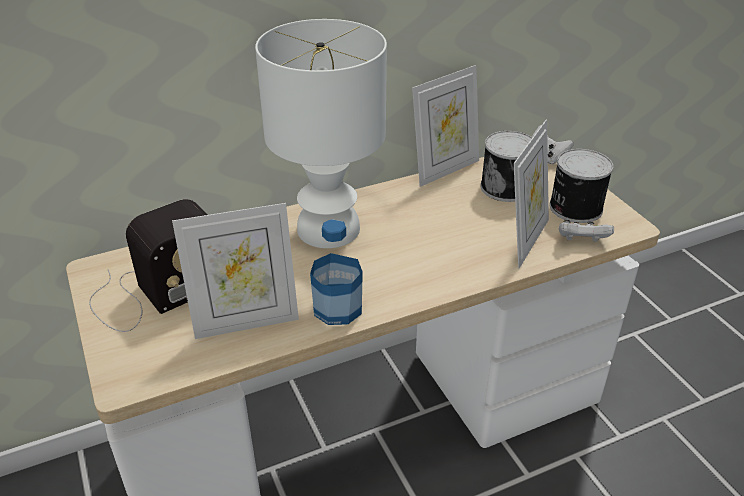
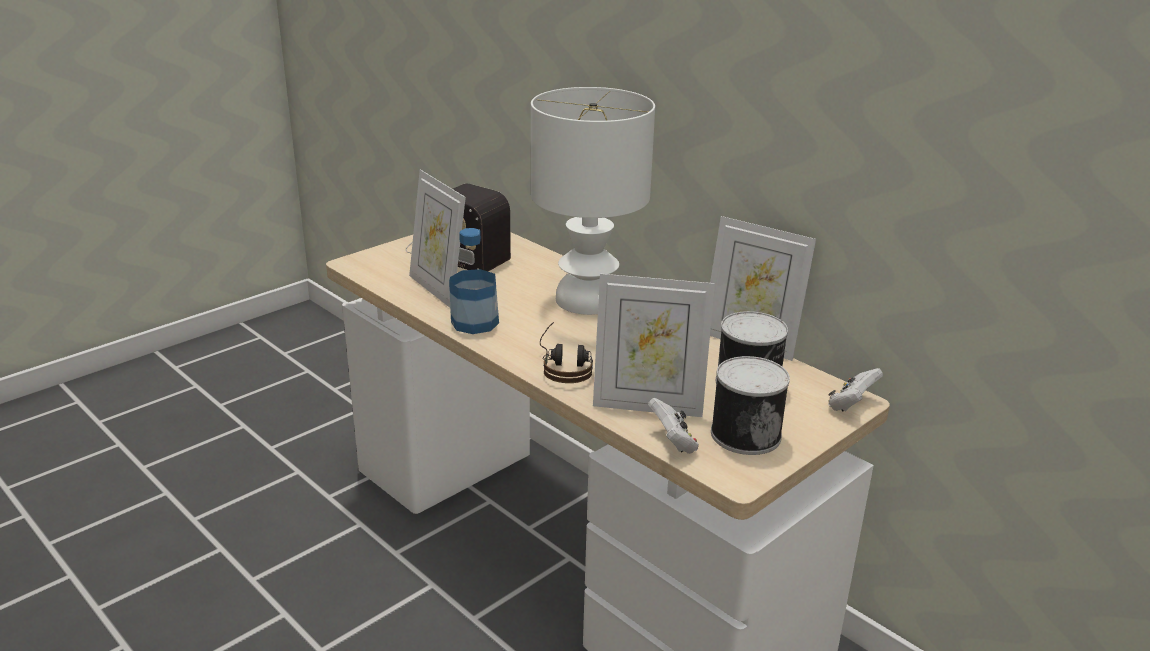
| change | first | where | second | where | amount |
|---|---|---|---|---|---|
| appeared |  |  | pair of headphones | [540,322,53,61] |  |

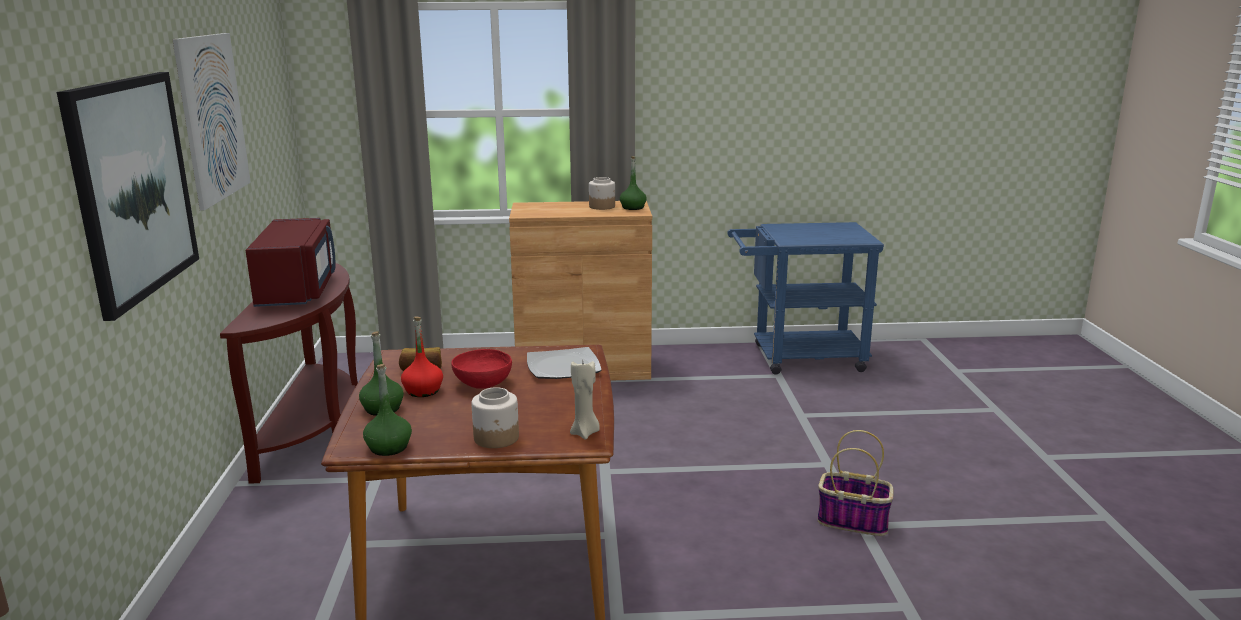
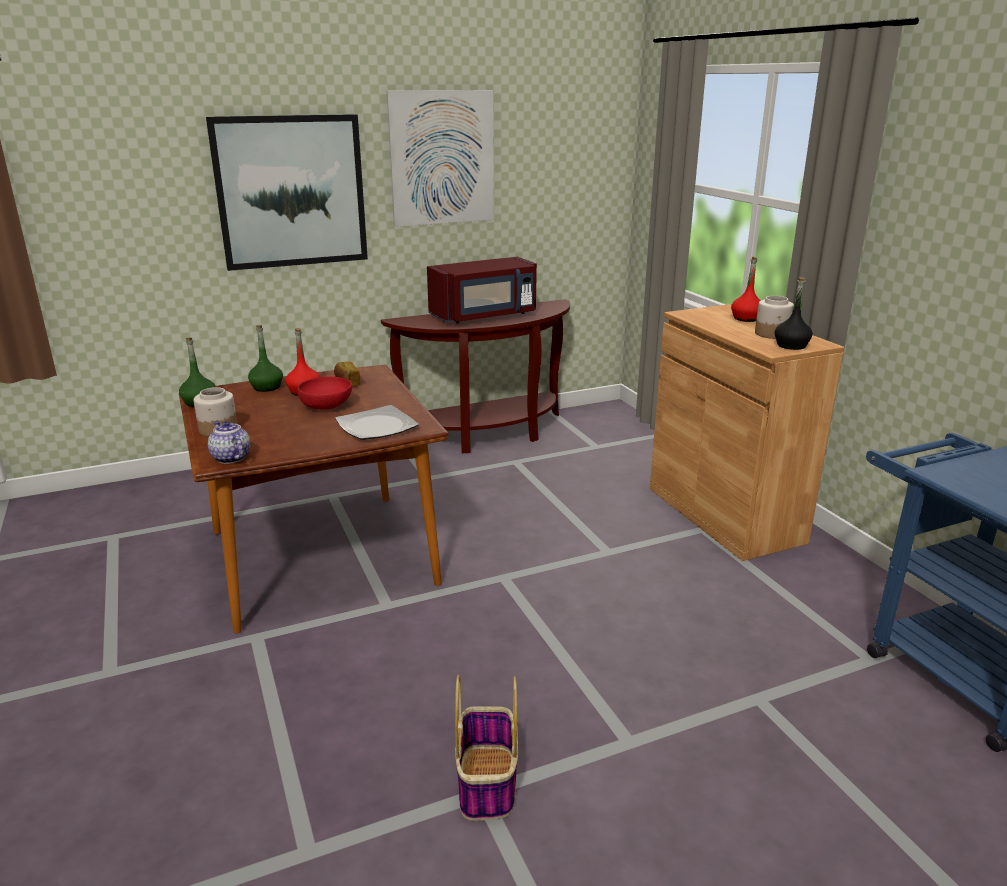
| change | first | where | second | where | amount |
|---|---|---|---|---|---|
| exchanged | beige wax candle | [570,361,30,79] | tea pot | [208,421,43,43] |  |
| colour | greenish bottle | [620,156,27,54] | blackish bottle | [775,277,38,73] |  |
| appeared |  |  | red bottle | [731,257,30,65] |  |

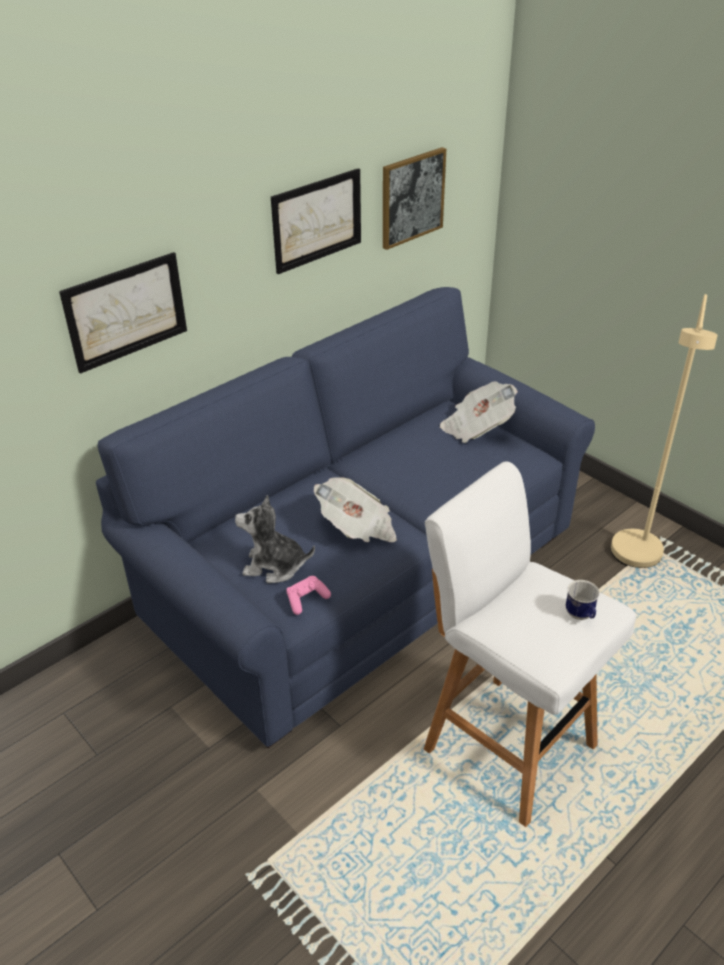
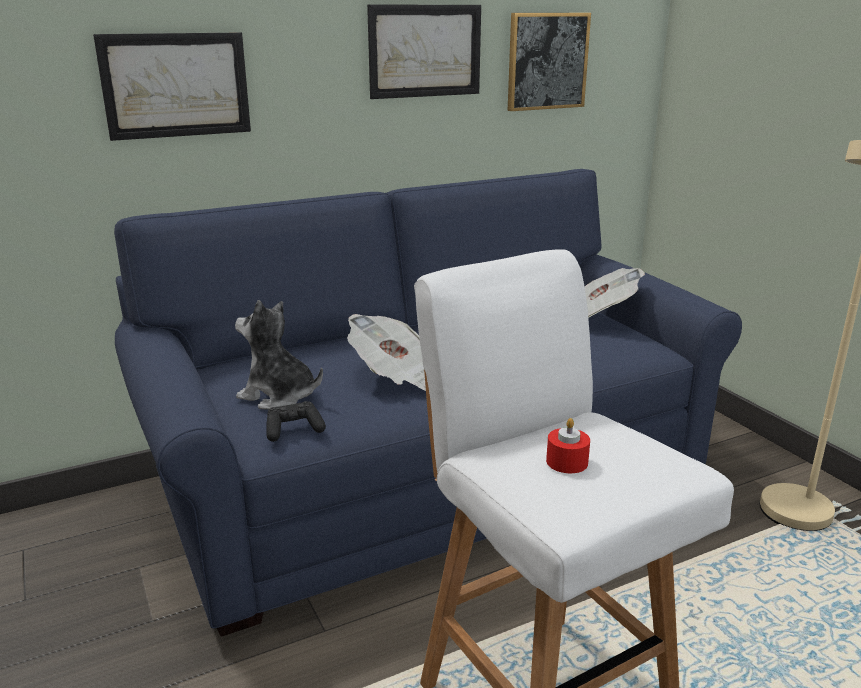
| change | first | where | second | where | amount |
|---|---|---|---|---|---|
| colour | pinkish gamepad | [286,576,45,39] | blackish gamepad | [266,401,60,41] |  |
| missing | coffee mug | [566,580,34,40] |  |  |  |
| appeared |  |  | red wax candle | [546,418,44,55] |  |

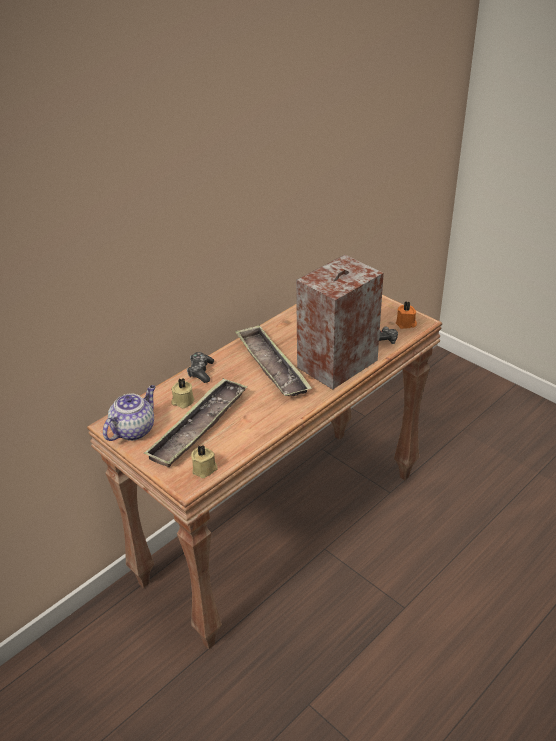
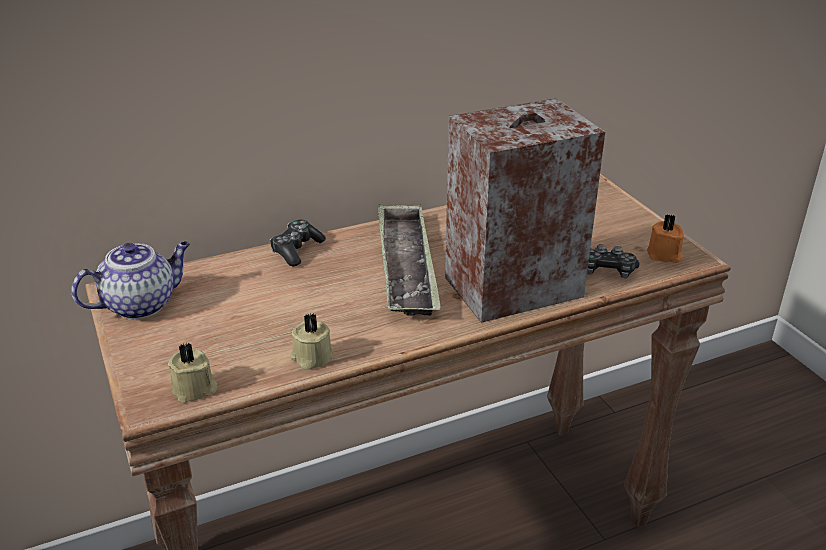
| change | first | where | second | where | amount |
|---|---|---|---|---|---|
| missing | carrying tray | [144,378,104,90] |  |  |  |
| relocated | beige wax candle | [171,378,23,30] |  | [290,313,43,56] |  |

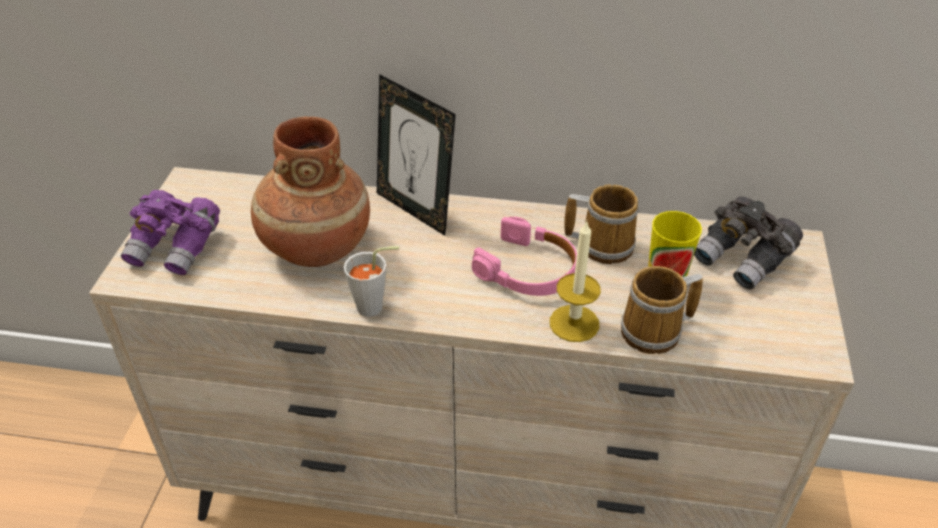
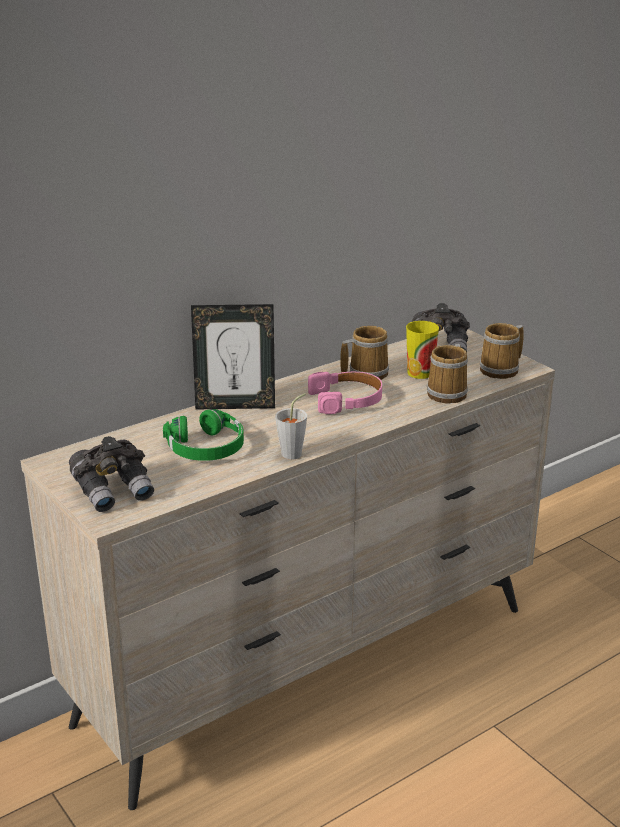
| change | first | where | second | where | amount |
|---|---|---|---|---|---|
| colour | purple pair of binoculars | [121,190,99,85] | greyish pair of binoculars | [69,436,85,76] |  |
| exchanged | brownish vase | [251,117,119,150] | greenish pair of headphones | [163,409,81,52] |  |
| missing | wax candle | [550,220,51,122] |  |  |  |
| appeared |  |  | coffee mug | [480,323,44,56] |  |

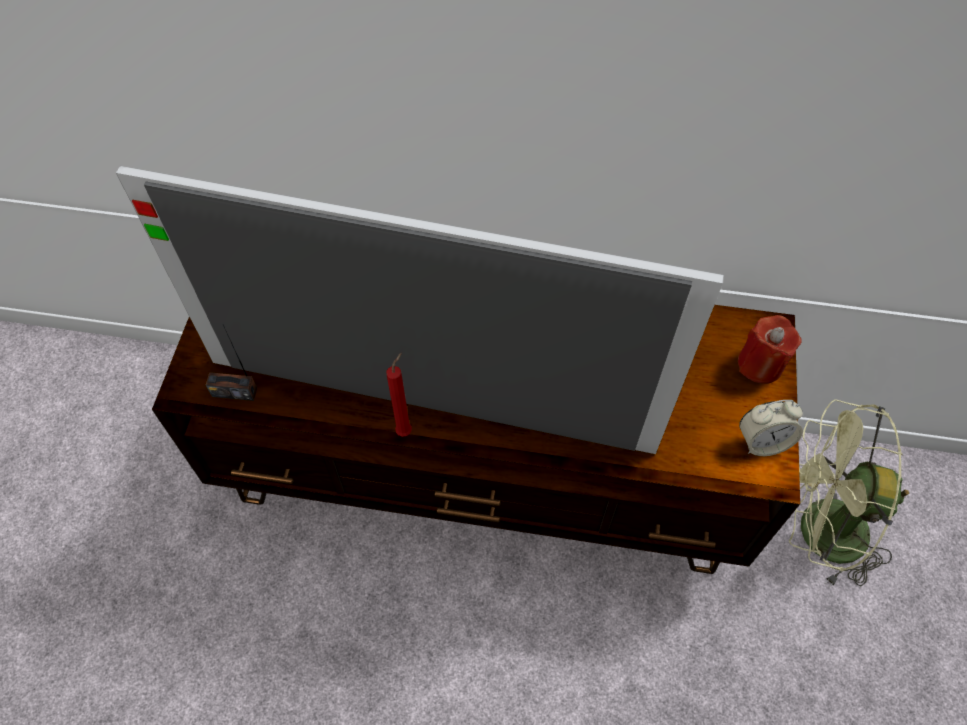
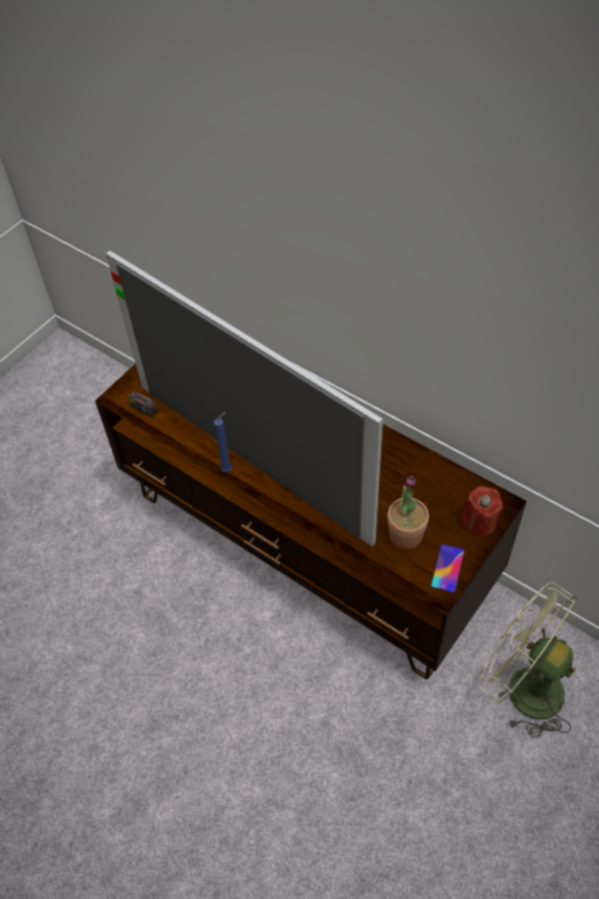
| change | first | where | second | where | amount |
|---|---|---|---|---|---|
| colour | red wax candle | [386,353,26,84] | blue-coloured wax candle | [214,412,18,60] |  |
| exchanged | bedside clock | [739,400,64,56] | telephone | [431,544,34,49] |  |
| appeared |  |  | potted plant | [387,476,42,73] |  |

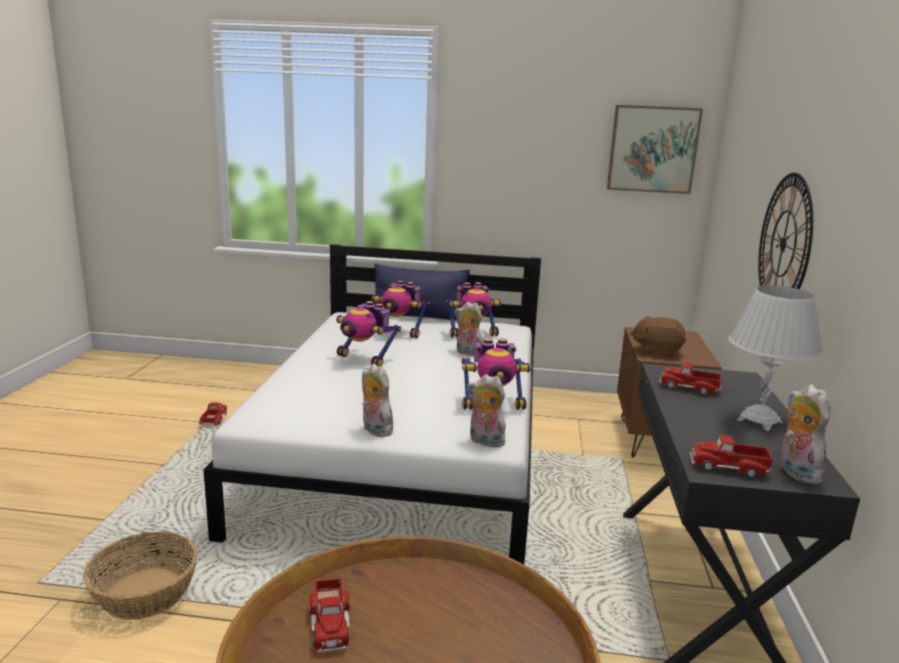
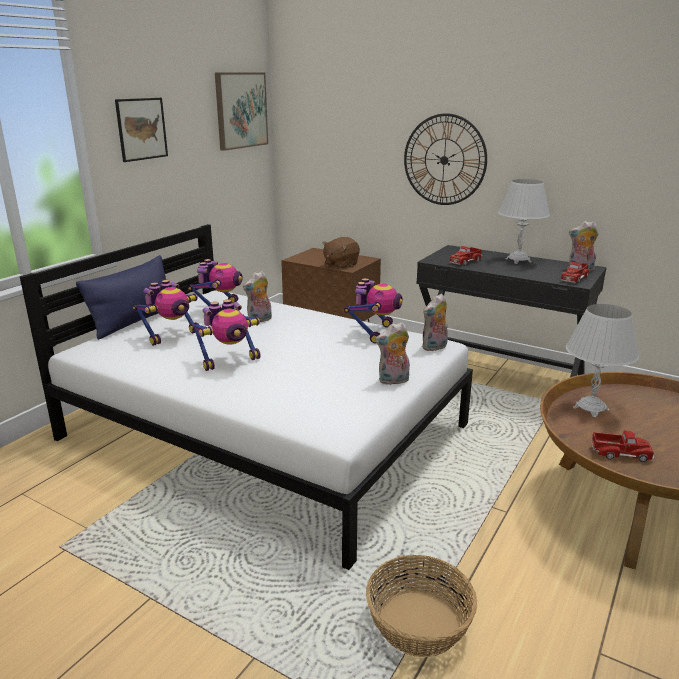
| change | first | where | second | where | amount |
|---|---|---|---|---|---|
| missing | model truck | [199,402,28,23] |  |  |  |
| appeared |  |  | wall picture | [115,98,53,64] |  |
| appeared |  |  | white-coloured table lamp | [566,304,73,113] |  |

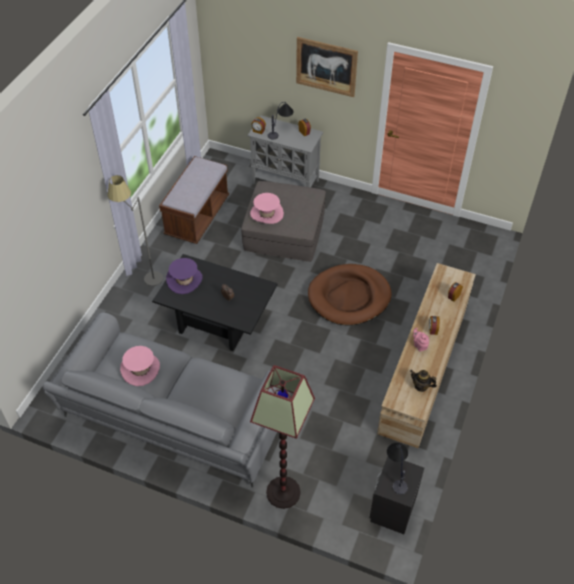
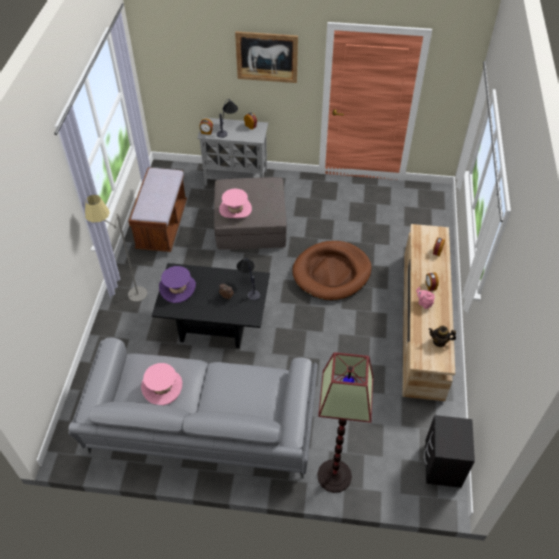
| change | first | where | second | where | amount |
|---|---|---|---|---|---|
| relocated | table lamp | [387,443,21,51] |  | [237,257,23,44] |  |

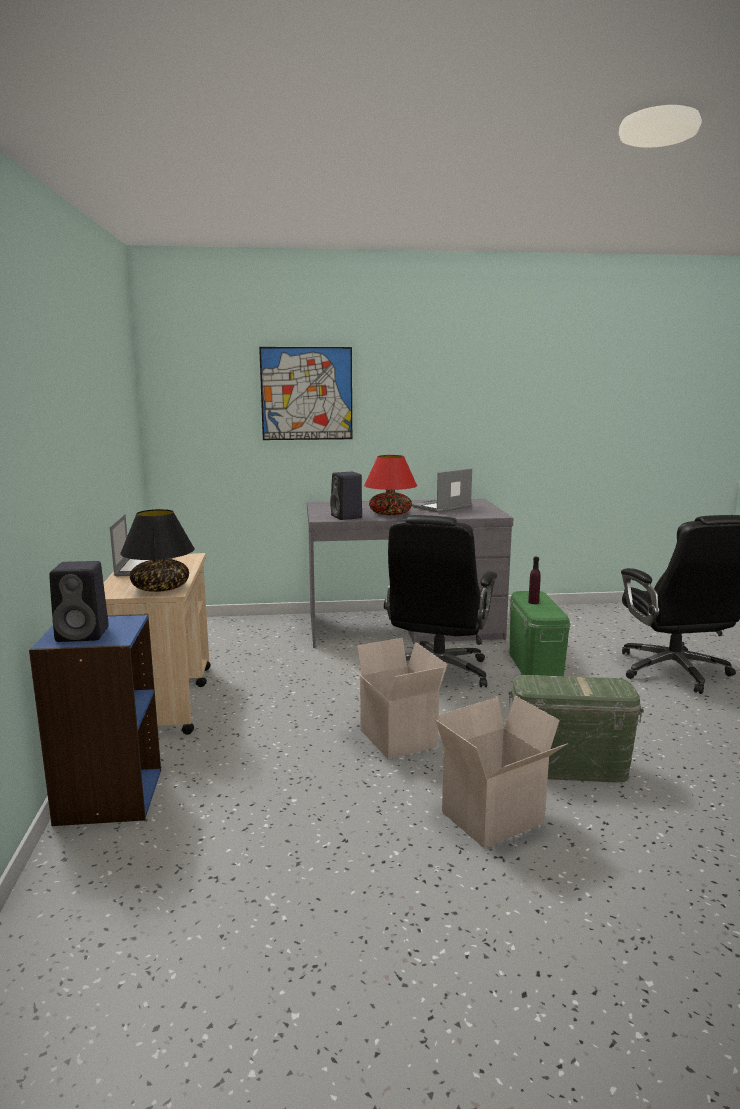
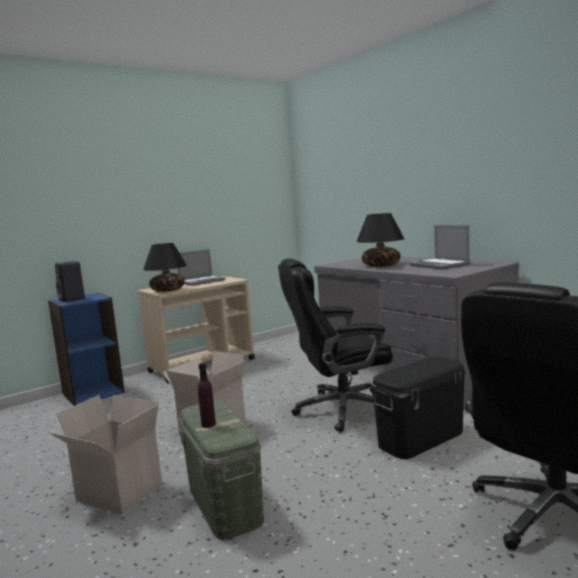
| change | first | where | second | where | amount |
|---|---|---|---|---|---|
| missing | wall picture | [259,347,93,93] |  |  |  |
| missing | blackish audio speaker | [330,472,32,48] |  |  |  |
| colour | red table lamp | [364,455,53,60] | blackish table lamp | [356,213,49,54] |  |
| spun | notebook computer | [412,468,60,45] |  | [409,225,61,44] | 135 degrees counterclockwise |
| colour | greenish storage box | [509,591,61,85] | blackish storage box | [372,356,93,103] |  |
| relocated | purple bottle | [528,557,13,47] |  | [198,363,18,65] |  |

